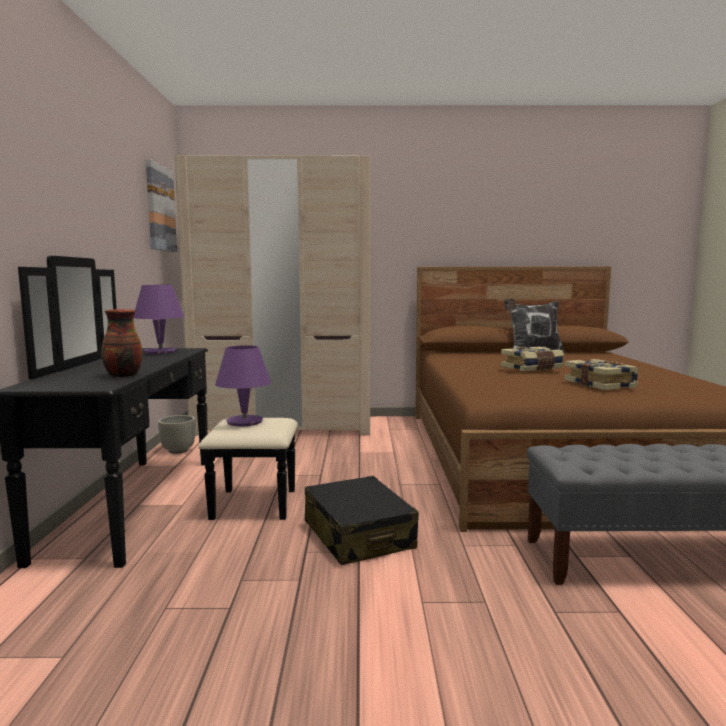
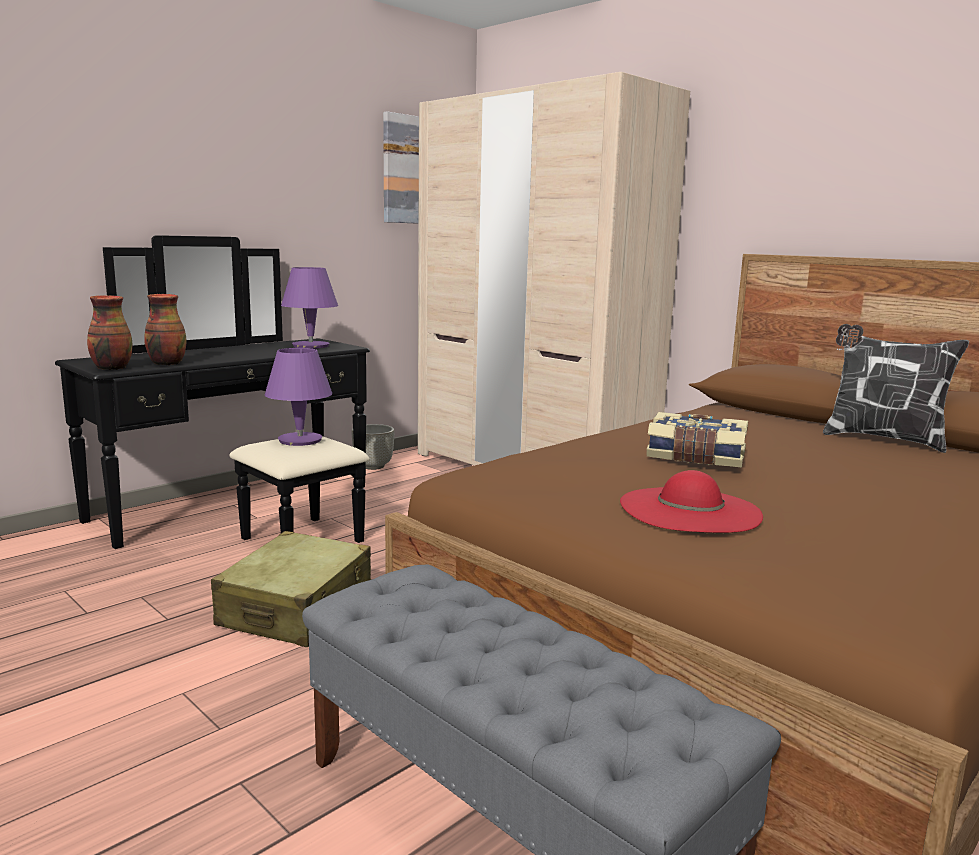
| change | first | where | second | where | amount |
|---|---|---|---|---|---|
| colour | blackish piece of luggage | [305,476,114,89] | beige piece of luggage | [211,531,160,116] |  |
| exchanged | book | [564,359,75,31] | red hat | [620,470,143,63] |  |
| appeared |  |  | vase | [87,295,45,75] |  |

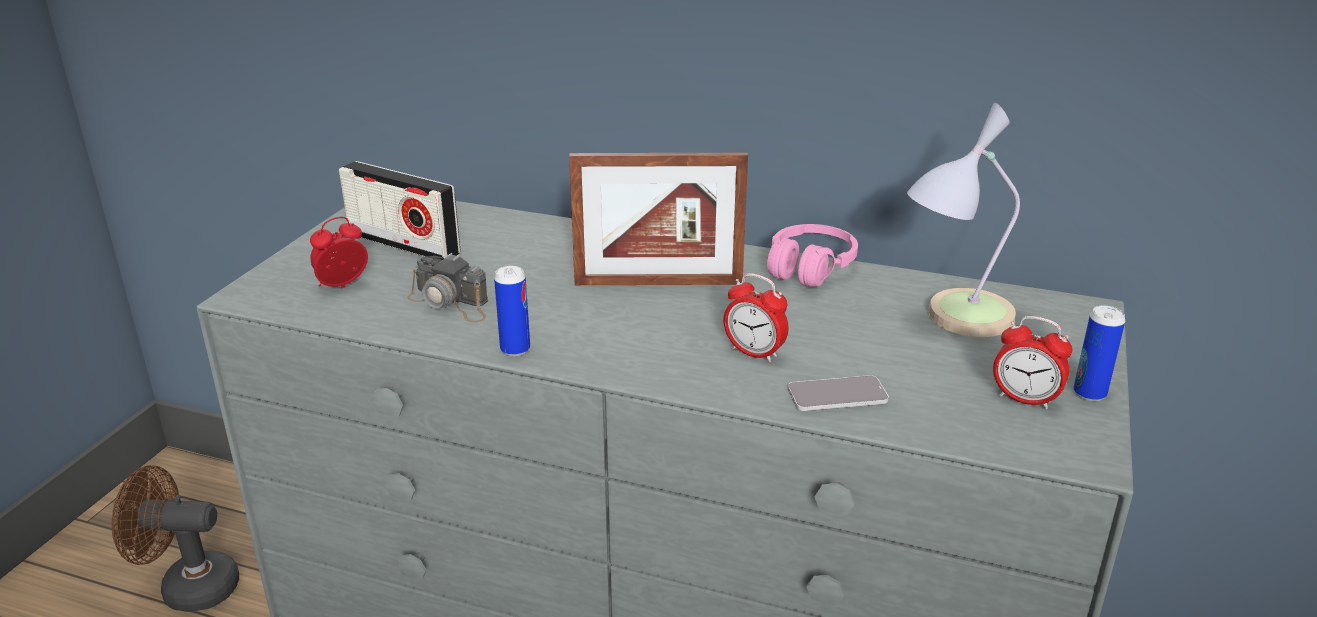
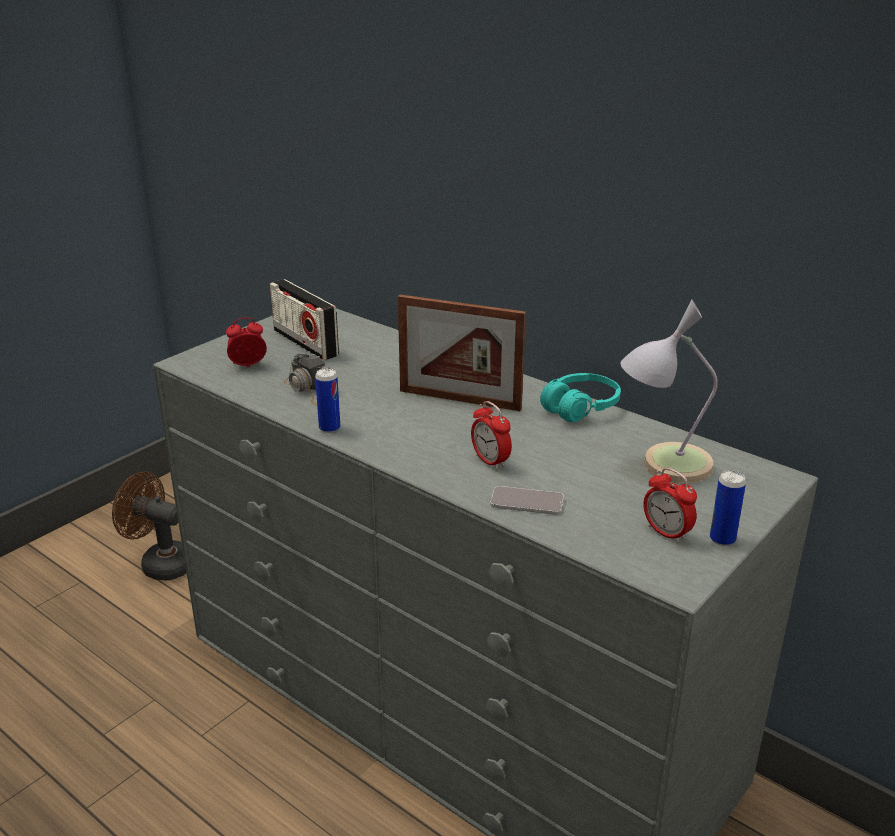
| change | first | where | second | where | amount |
|---|---|---|---|---|---|
| colour | pinkish pair of headphones | [767,224,91,63] | blue-green pair of headphones | [540,373,81,49] |  |

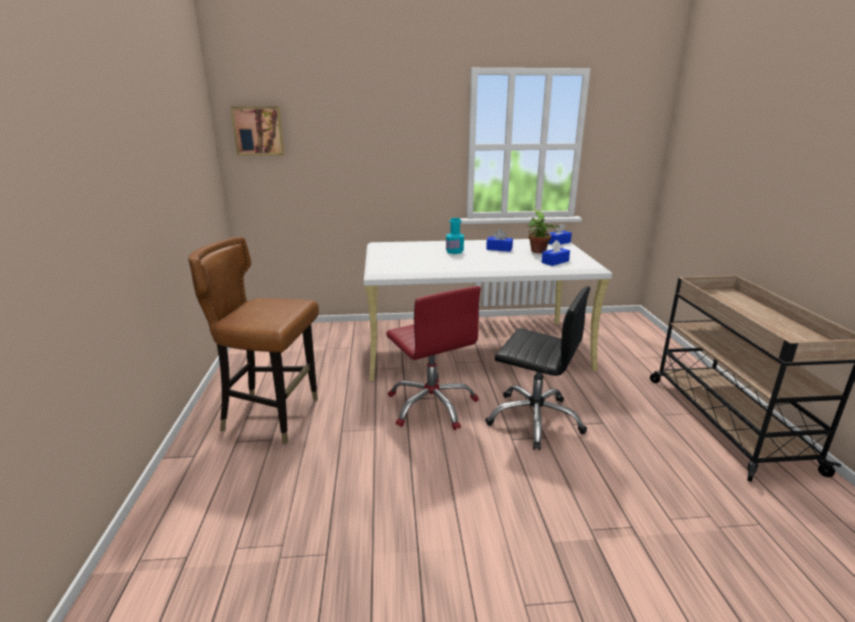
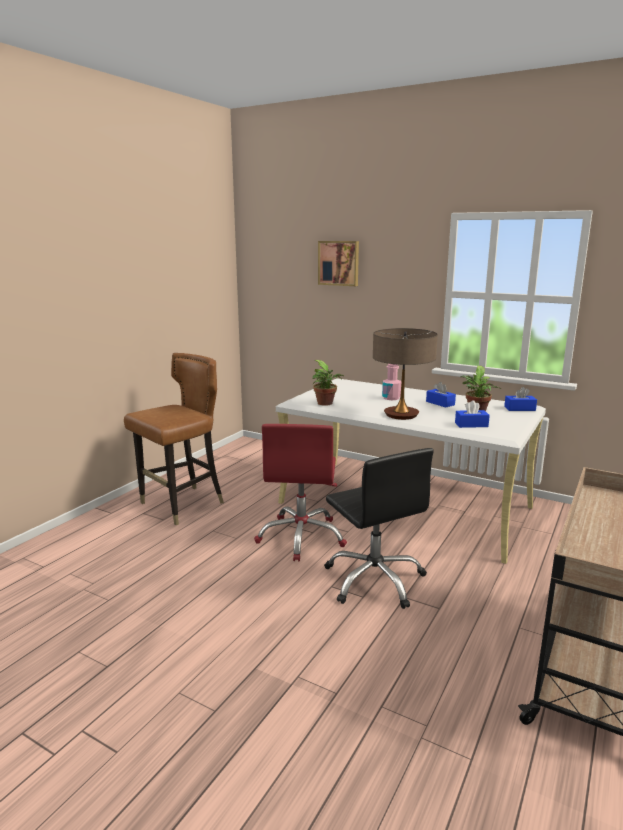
| change | first | where | second | where | amount |
|---|---|---|---|---|---|
| spun | brownish chair | [188,237,131,207] |  | [124,353,100,172] | 90 degrees clockwise |
| relocated | wall picture | [231,106,54,50] |  | [318,241,41,45] |  |
| colour | blue-green bottle | [446,218,18,36] | pinkish bottle | [382,364,19,36] |  |
| appeared |  |  | potted plant | [312,360,32,46] |  |
| appeared |  |  | table lamp | [373,328,65,92] |  |

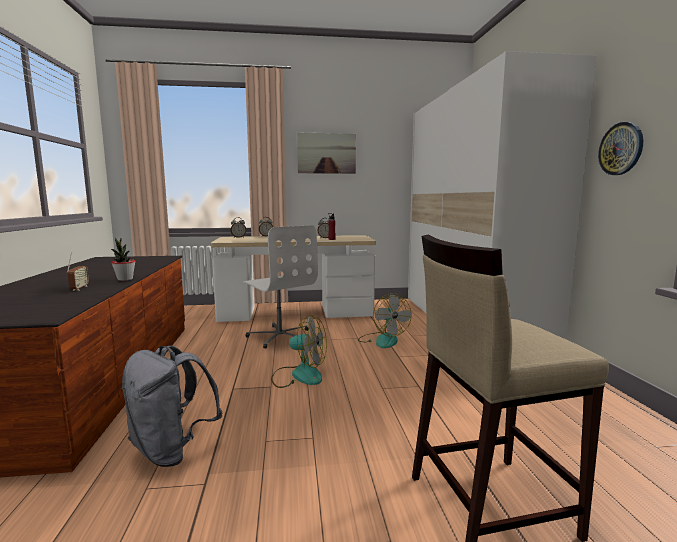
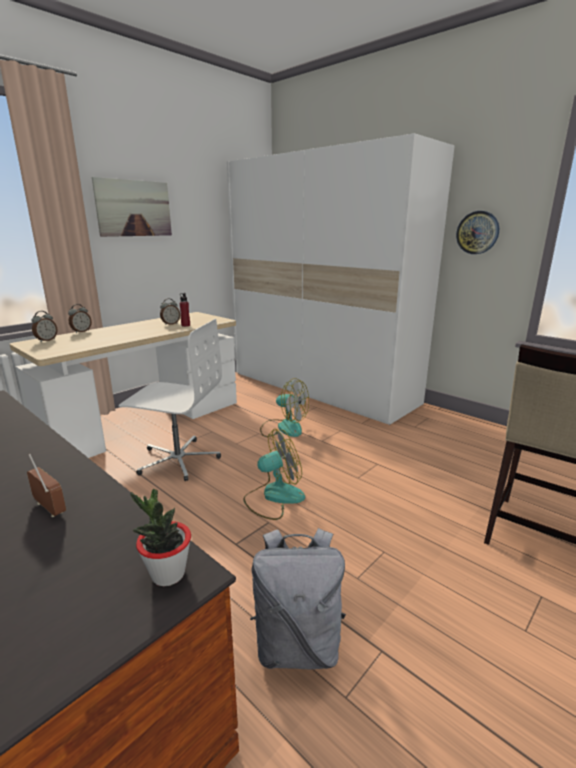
| change | first | where | second | where | amount |
|---|---|---|---|---|---|
| relocated | potted plant | [111,238,24,43] |  | [131,489,60,97] |  |

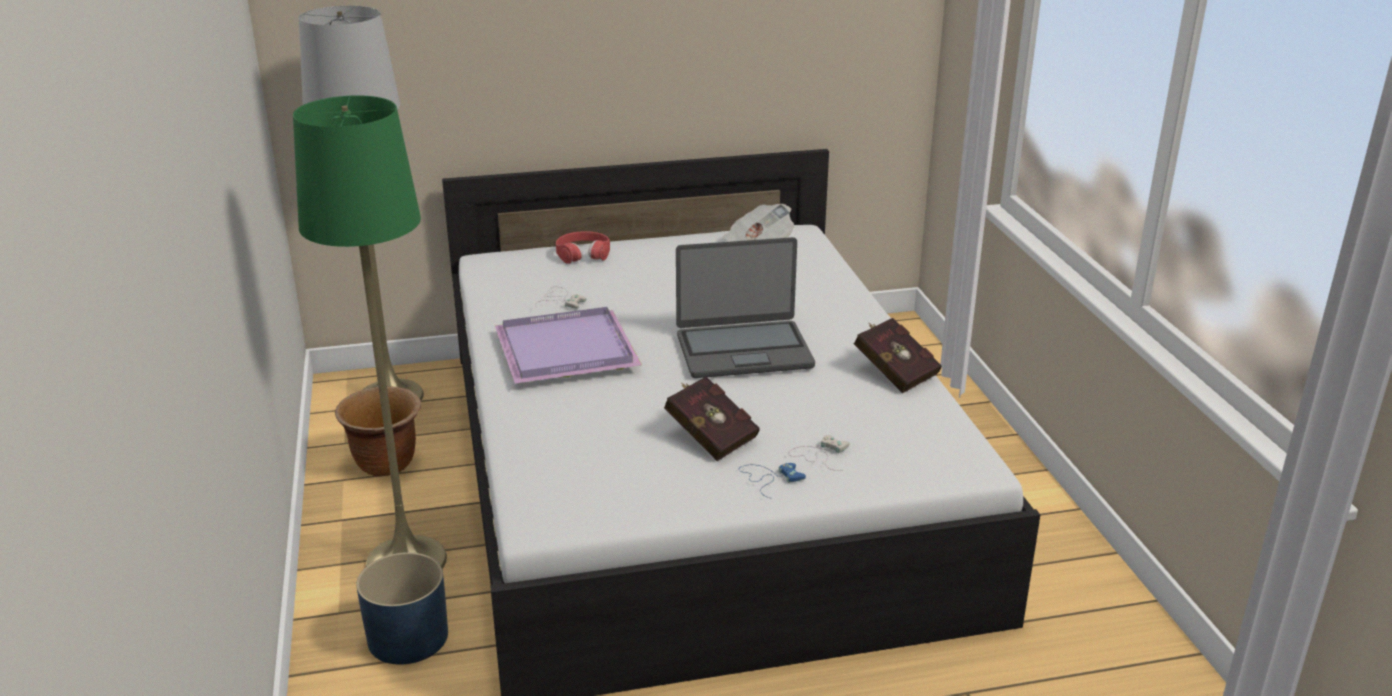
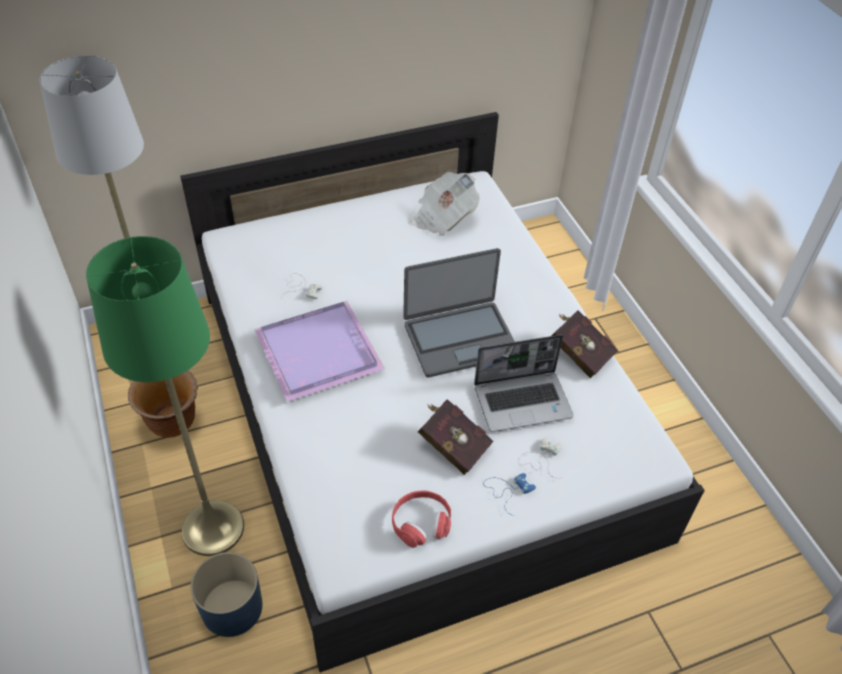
| change | first | where | second | where | amount |
|---|---|---|---|---|---|
| relocated | red pair of headphones | [556,231,54,33] |  | [392,491,59,57] |  |
| appeared |  |  | notebook computer | [474,335,100,97] |  |

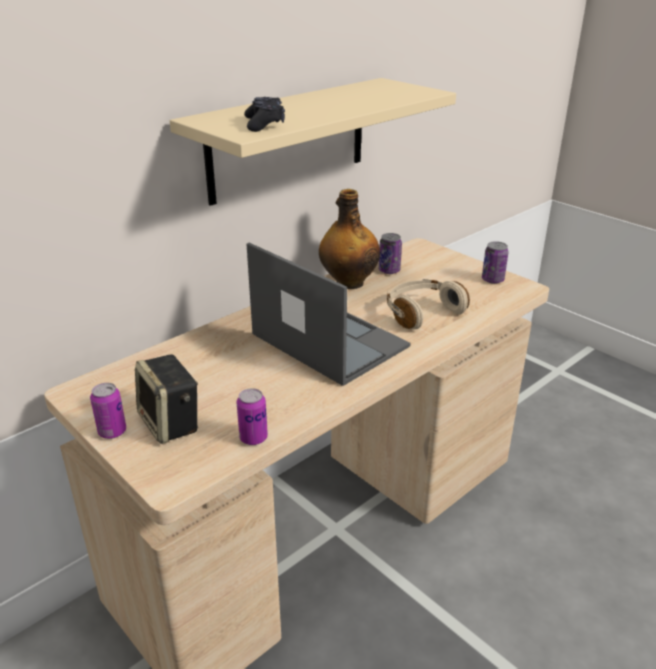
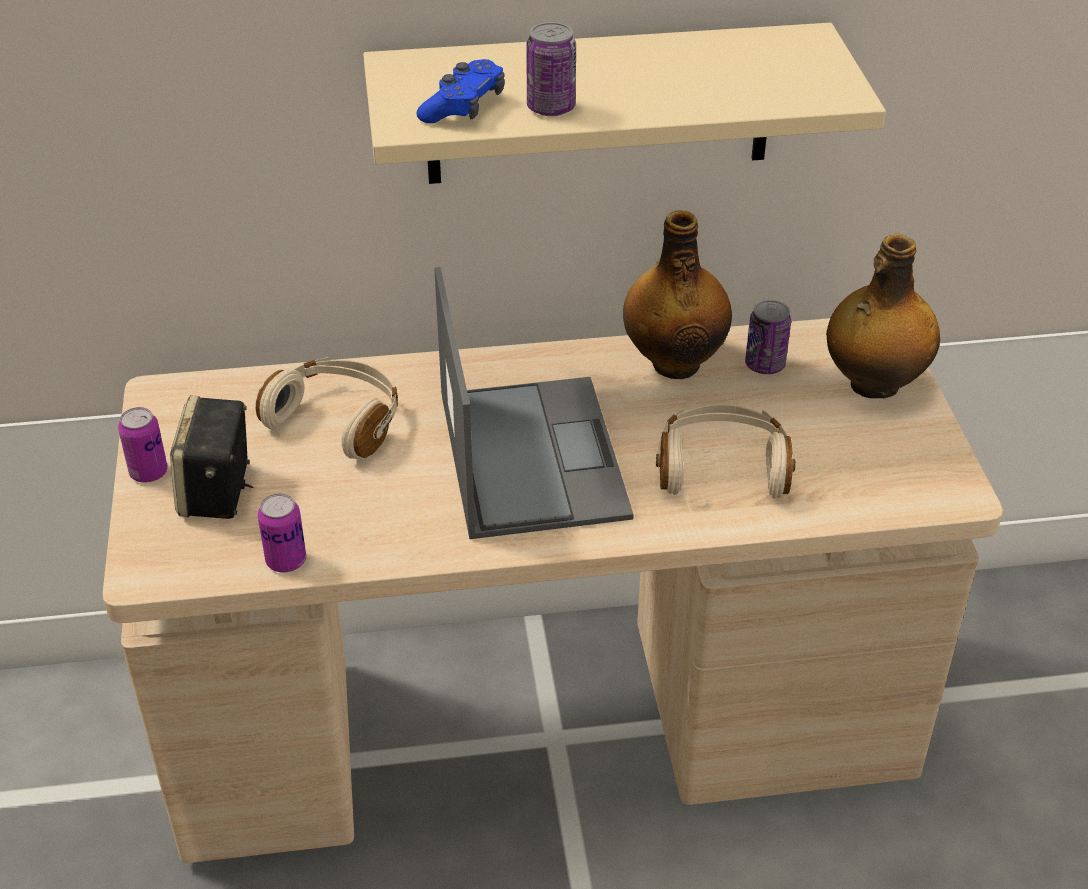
| change | first | where | second | where | amount |
|---|---|---|---|---|---|
| colour | blackish gamepad | [244,97,41,35] | blue-coloured gamepad | [416,59,89,64] |  |
| relocated | sealed can | [482,241,27,43] |  | [526,22,50,94] |  |
| appeared |  |  | beige pair of headphones | [256,357,142,102] |  |
| appeared |  |  | bottle | [826,234,114,164] |  |

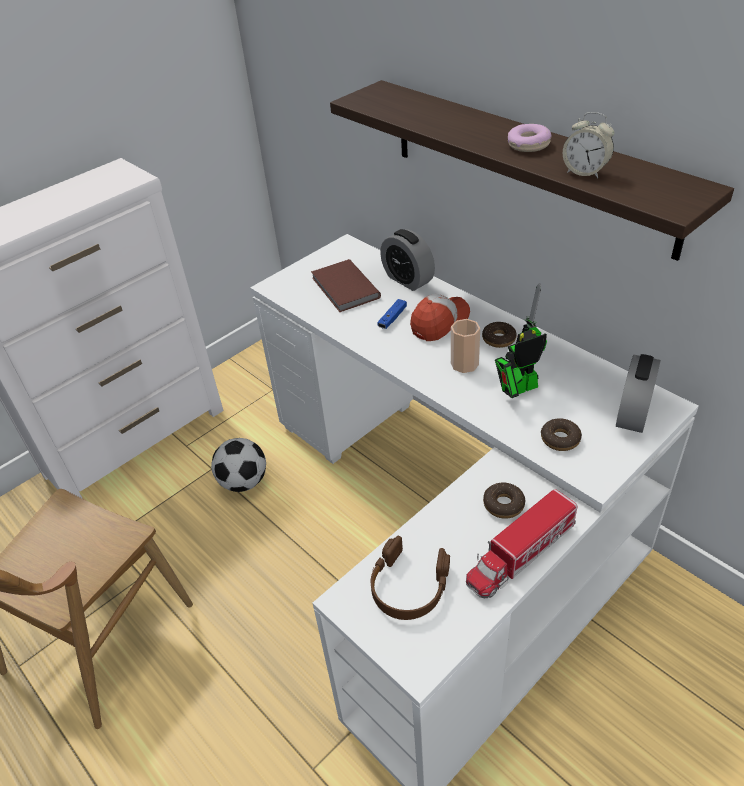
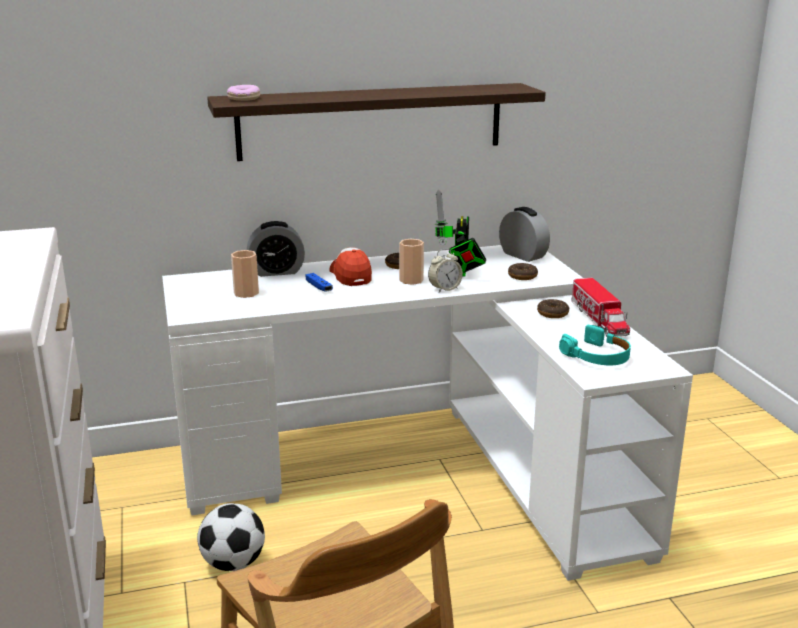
| change | first | where | second | where | amount |
|---|---|---|---|---|---|
| exchanged | brownish book | [311,259,70,53] | small cup | [231,250,28,48] |  |
| colour | brownish pair of headphones | [371,536,79,84] | blue-green pair of headphones | [559,325,72,40] |  |
| relocated | ring doughnut | [508,124,43,28] |  | [227,85,33,16] |  |
| relocated | bedside clock | [563,112,51,66] |  | [428,249,35,43] |  |

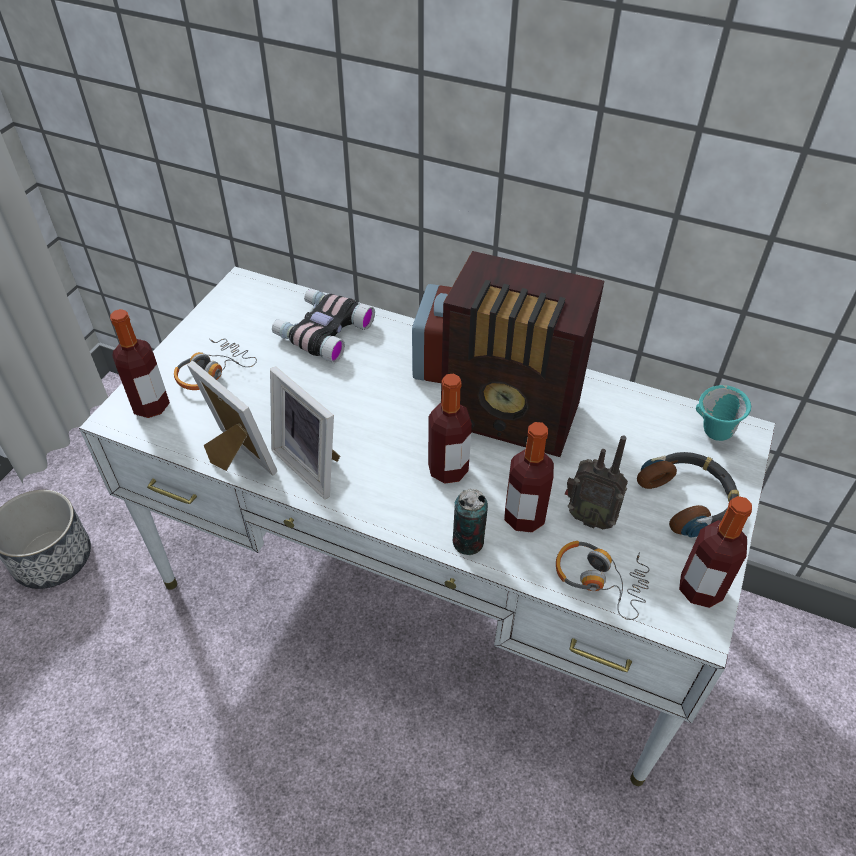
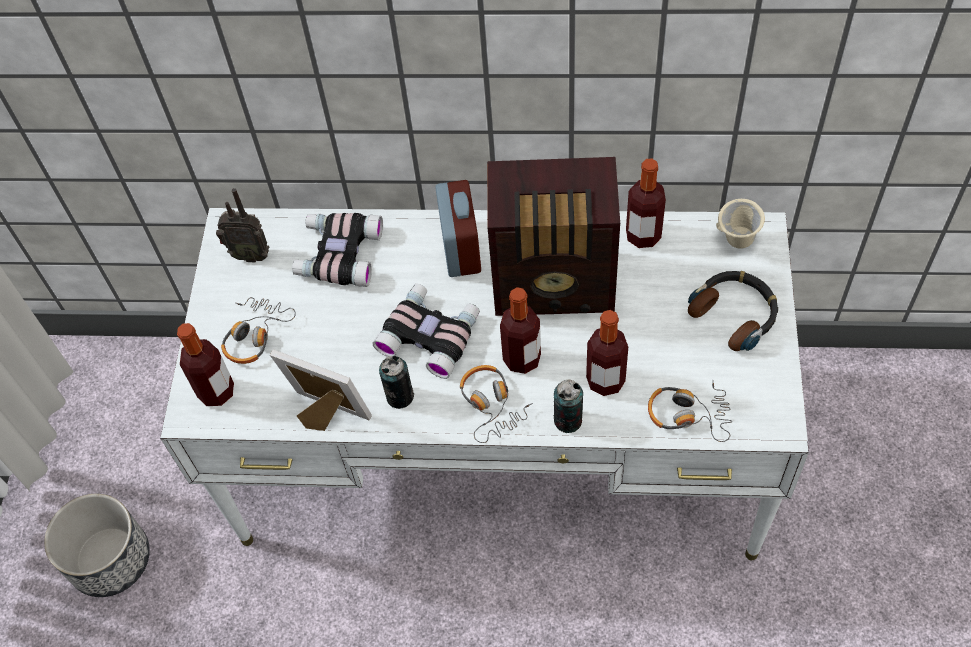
| change | first | where | second | where | amount |
|---|---|---|---|---|---|
| exchanged | standing frame | [270,366,70,133] | sealed can | [379,356,35,53] |  |
| relocated | radio receiver | [565,436,63,93] |  | [216,188,53,75] |  |
| relocated | bottle | [679,496,73,112] |  | [626,158,40,90] |  |
| colour | blue-green coffee mug | [696,385,55,56] | beige coffee mug | [716,199,49,50] |  |
| appeared |  |  | pair of binoculars | [373,284,107,95] |  |
| appeared |  |  | pair of headphones | [460,365,73,78] |  |

